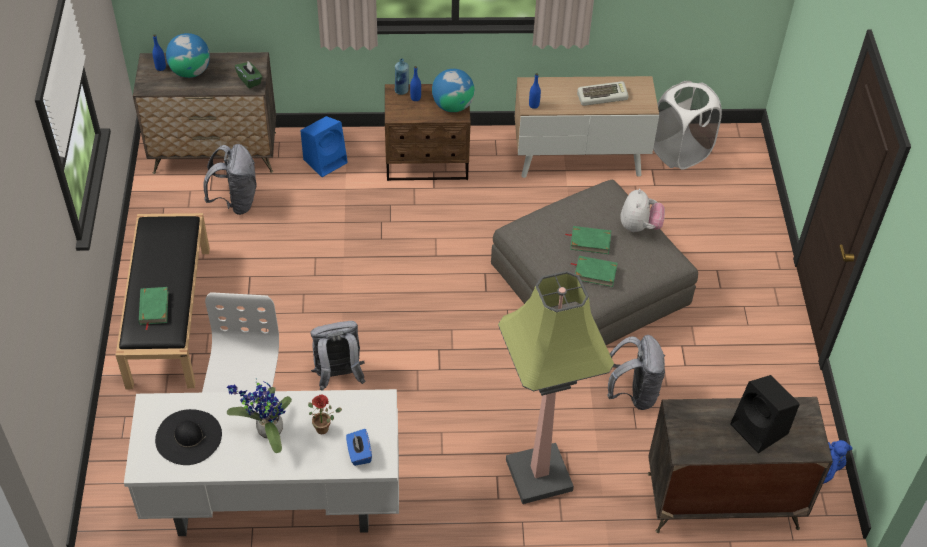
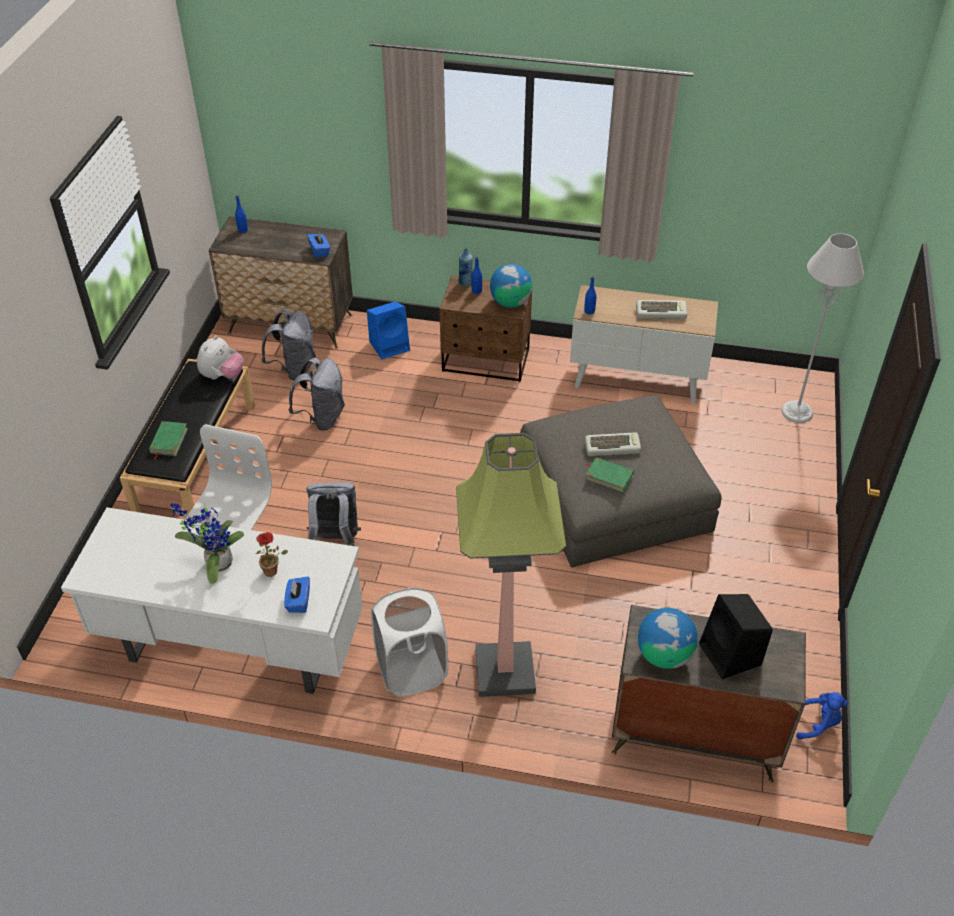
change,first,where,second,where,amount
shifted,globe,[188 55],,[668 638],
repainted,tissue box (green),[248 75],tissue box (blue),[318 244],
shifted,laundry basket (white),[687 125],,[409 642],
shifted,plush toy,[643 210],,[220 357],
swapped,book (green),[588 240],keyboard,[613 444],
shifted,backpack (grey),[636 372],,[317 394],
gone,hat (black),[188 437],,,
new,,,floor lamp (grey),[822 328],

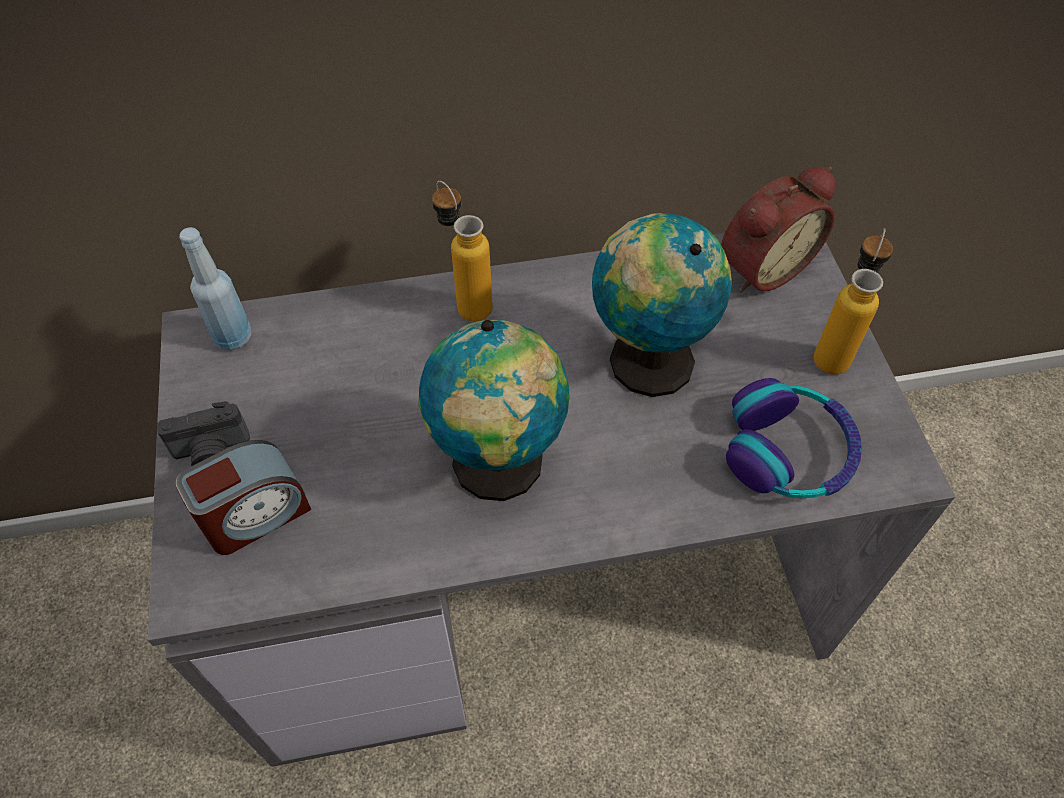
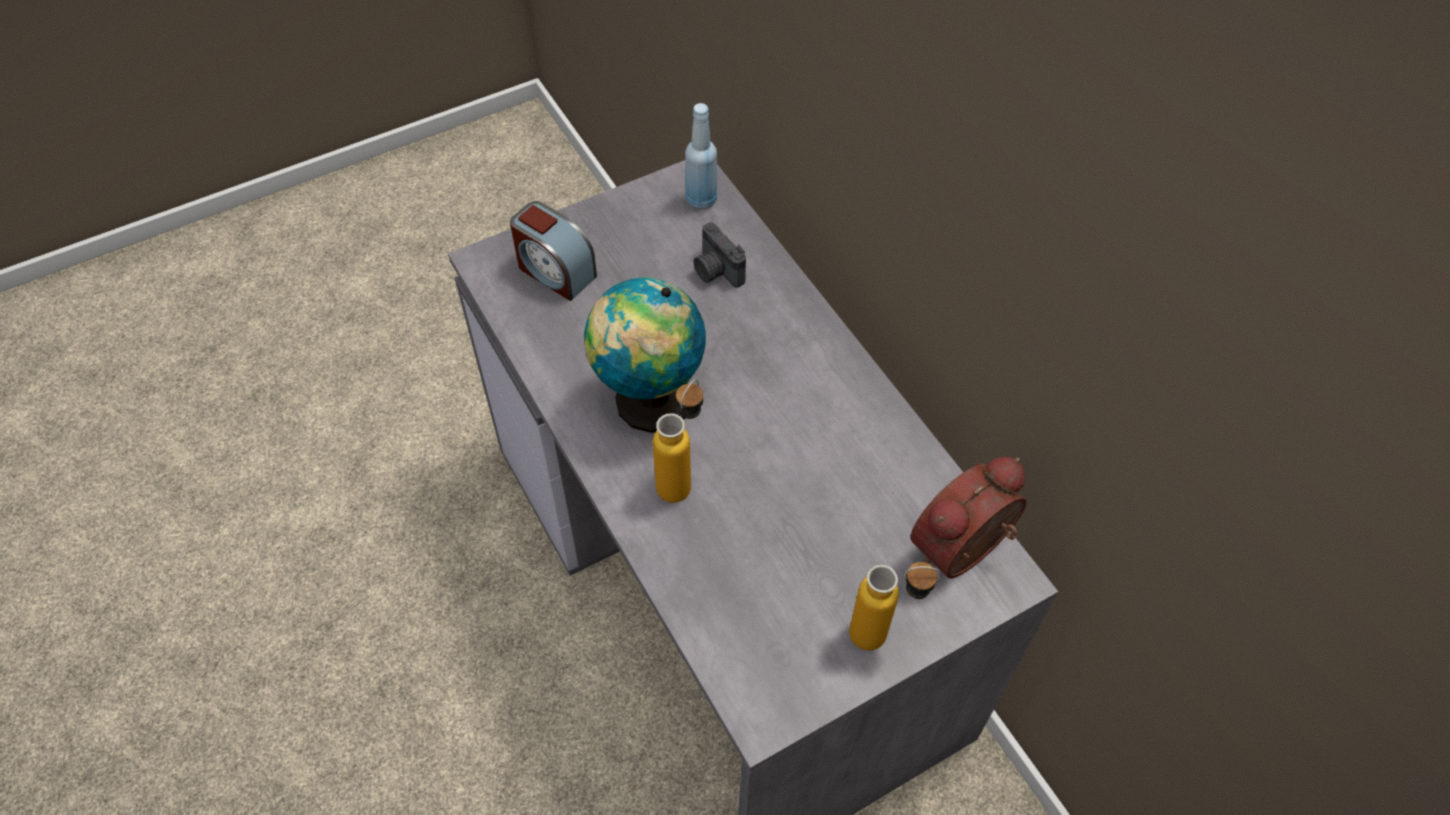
change,first,where,second,where,amount
rotated,alarm clock,[778 229],,[968 518],105 degrees clockwise
shifted,bottle,[462 251],,[678 441],
gone,globe,[662 305],,,
gone,headphones,[794 438],,,
shifted,photo camera,[203 433],,[719 254],

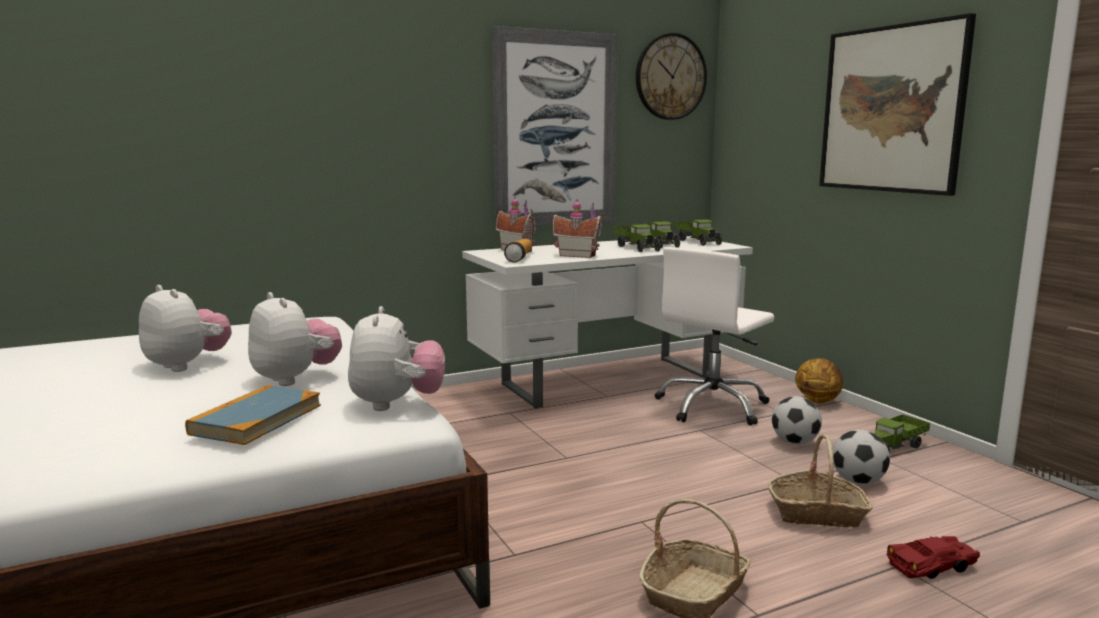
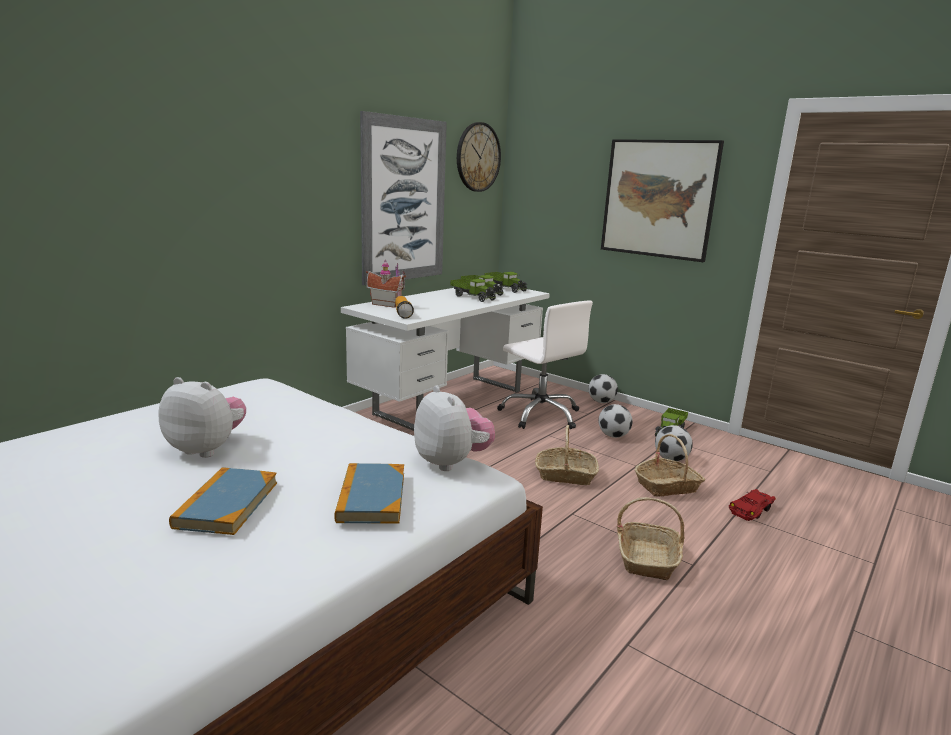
change,first,where,second,where,amount
gone,toy house,[577 228],,,
rotated,office chair (white),[714 336],,[545 364],60 degrees counterclockwise
gone,plush toy,[295 339],,,
swapped,basketball,[819 381],football,[603 388],
new,,,basket,[567 455],
new,,,book,[223 501],

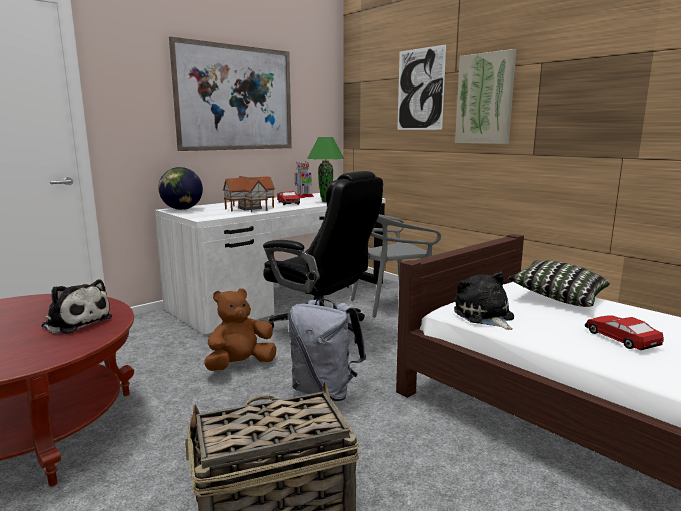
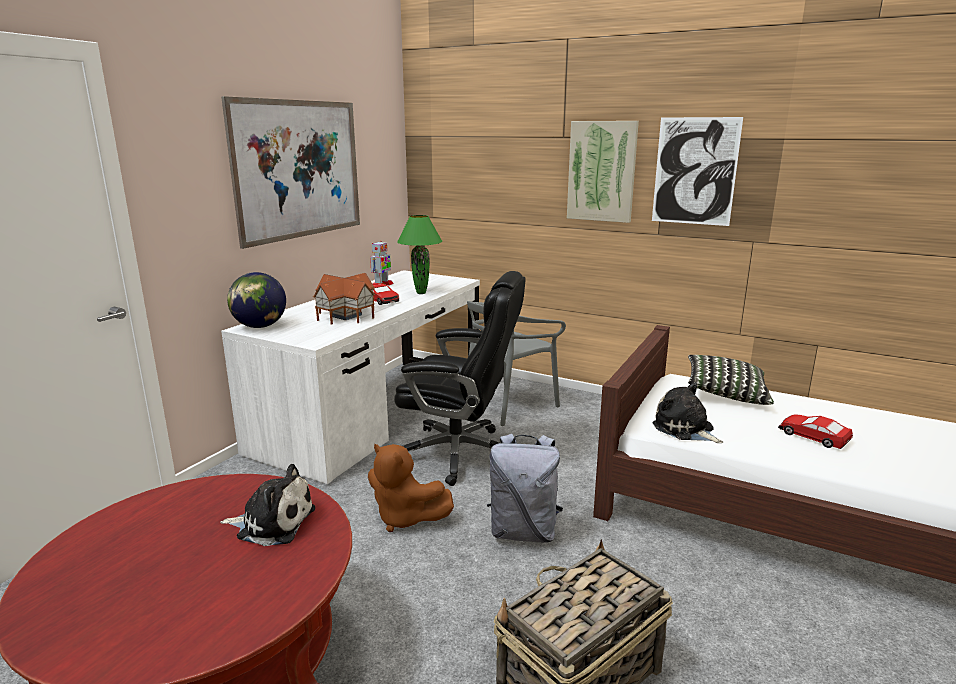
change,first,where,second,where,amount
shifted,picture,[421 87],,[697 171],
rotated,plush toy (brown),[240 329],,[411 488],90 degrees counterclockwise

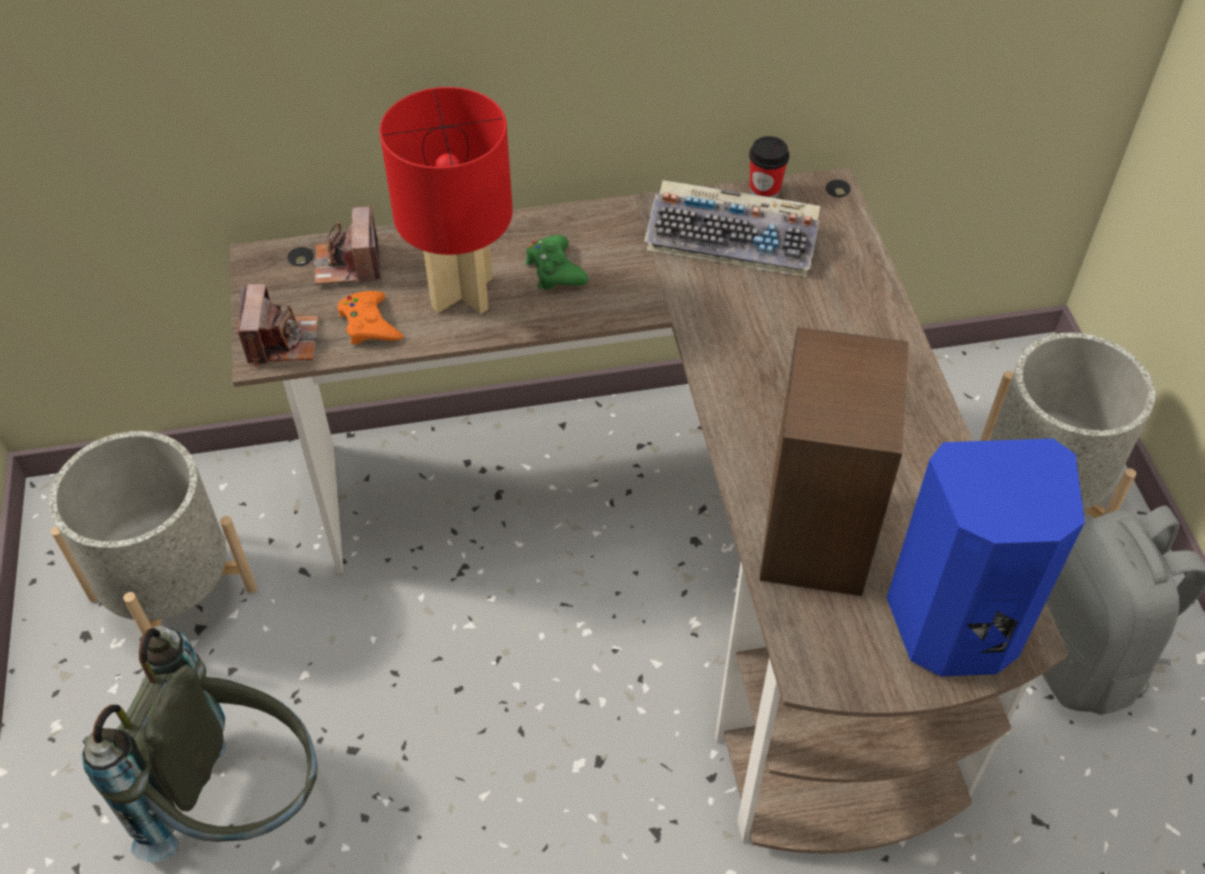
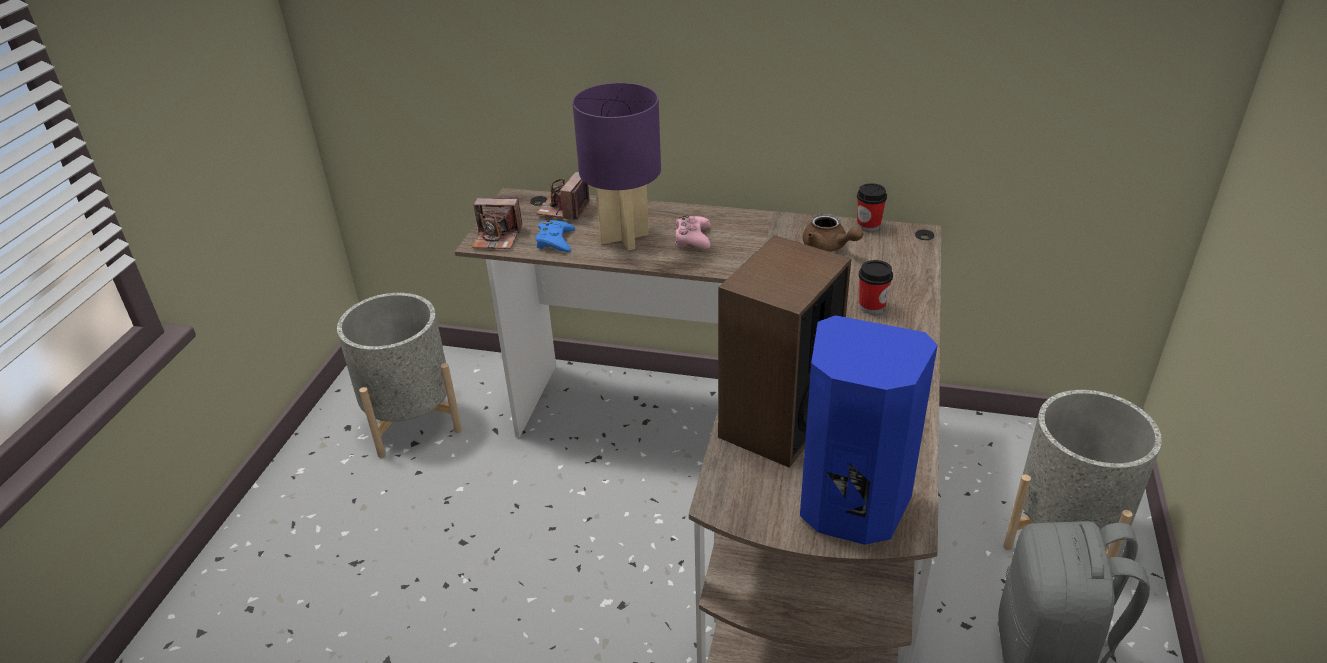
change,first,where,second,where,amount
repainted,table lamp (red),[446 200],table lamp (purple),[616 167],
swapped,keyboard,[732 228],teapot (brown),[833 233],
repainted,game controller (green),[556 262],game controller (pink),[692 232],
rotated,photo camera,[278 325],,[497 223],75 degrees clockwise
repainted,game controller (orange),[370 318],game controller (blue),[555 236],
gone,backpack (grey),[200 744],,,
new,,,cup,[876 287],

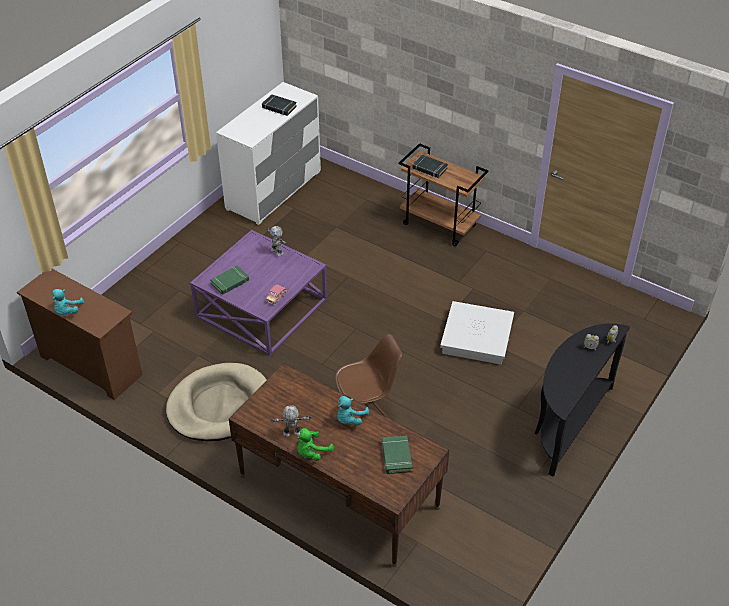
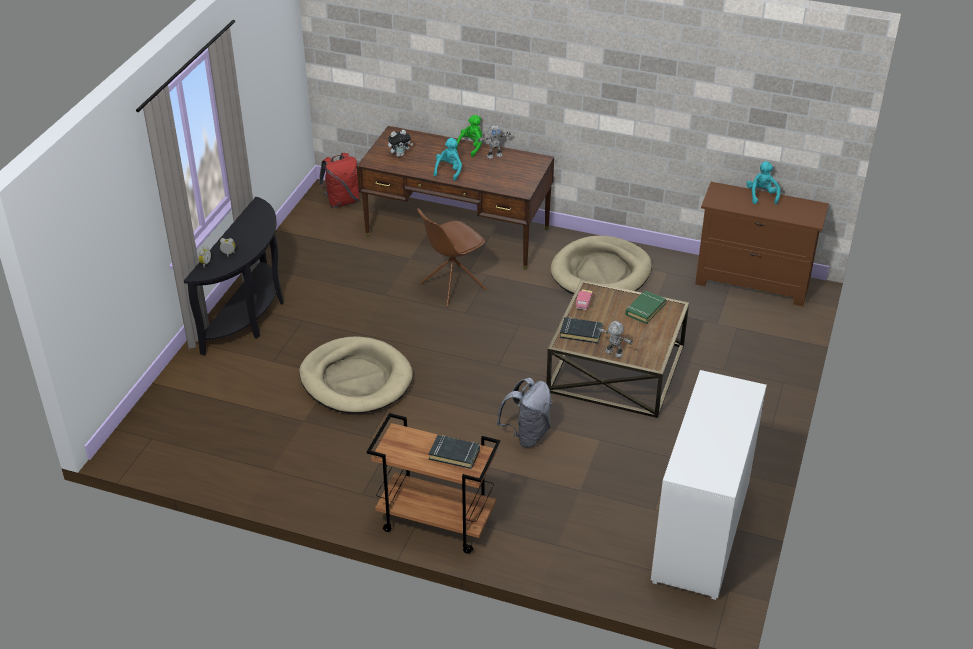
change,first,where,second,where,amount
shifted,book (black),[279 105],,[581 330],
repainted,coffee table (purple),[258 293],coffee table (brown),[617 349],
swapped,storage box (white),[477 332],dog bed (beige),[356 374],
swapped,book (green),[397 455],plush toy,[400 143],
new,,,backpack (red),[339 180],
new,,,backpack (grey),[524 412],

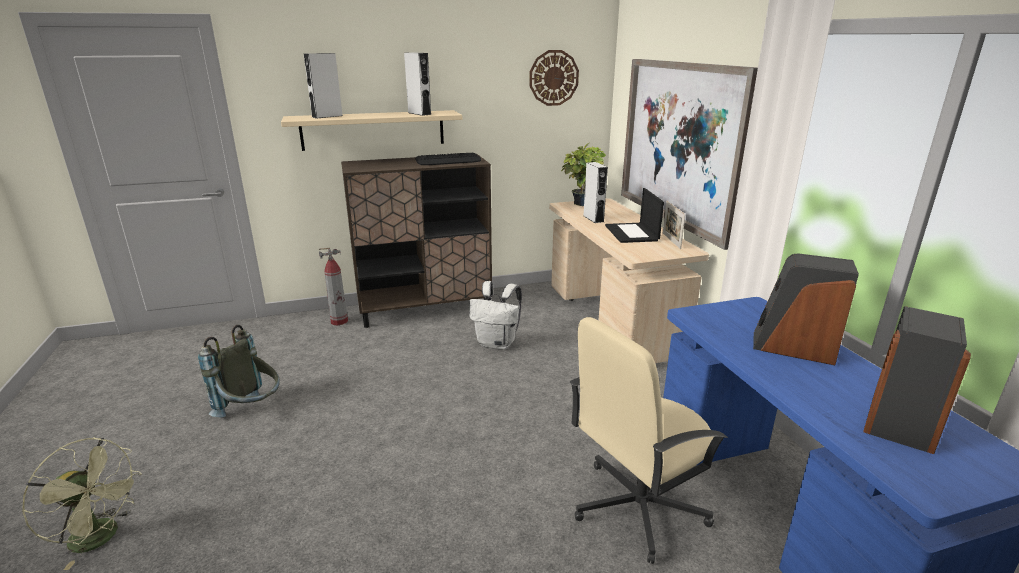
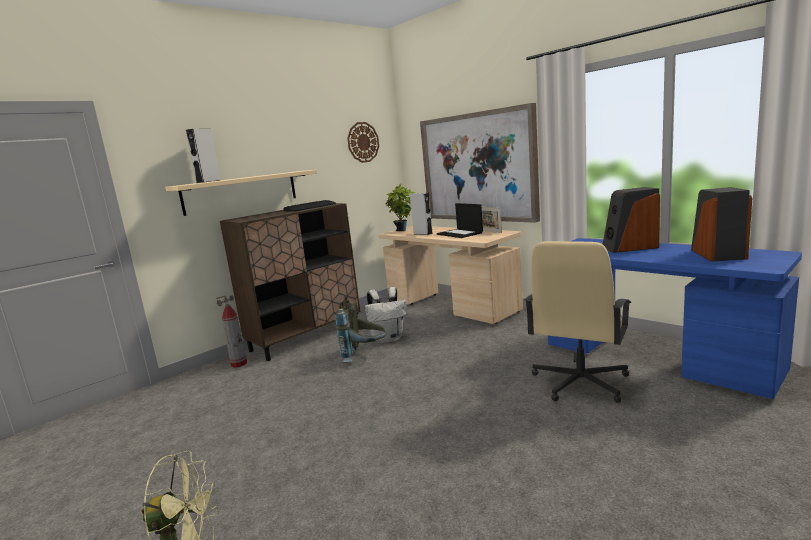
change,first,where,second,where,amount
gone,speaker (grey),[417 84],,,
shifted,backpack (grey),[239 371],,[361 329],

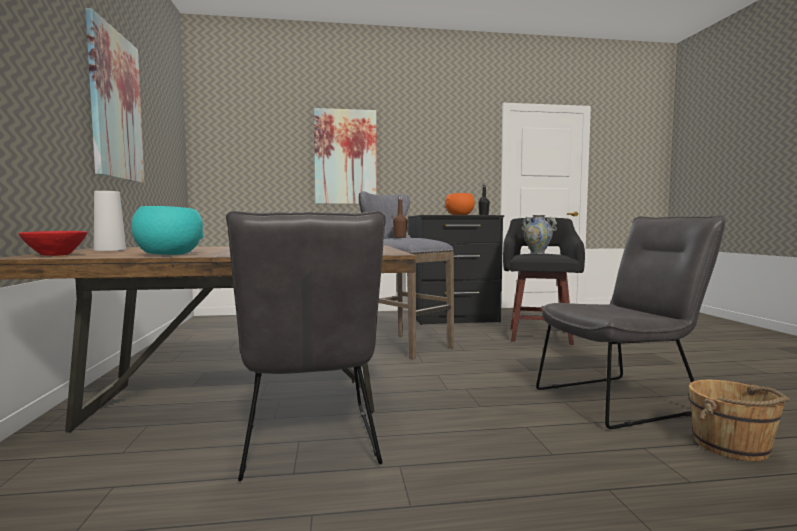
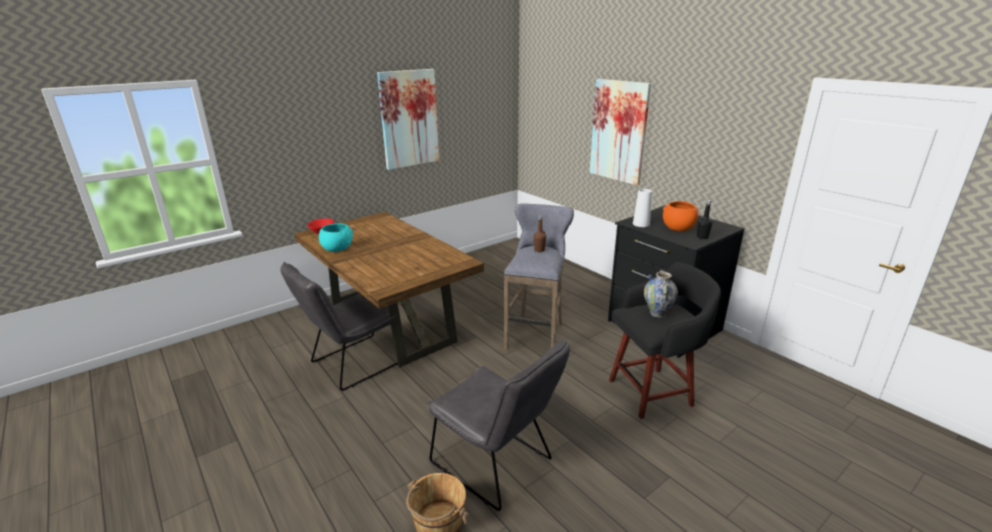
change,first,where,second,where,amount
shifted,vase (white),[110 221],,[642 208],

